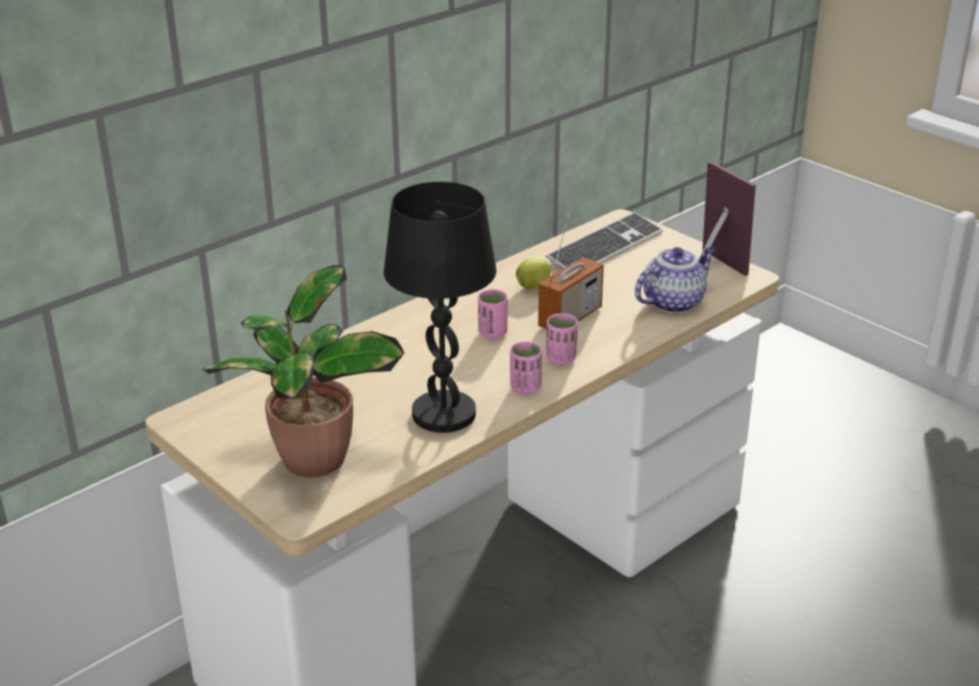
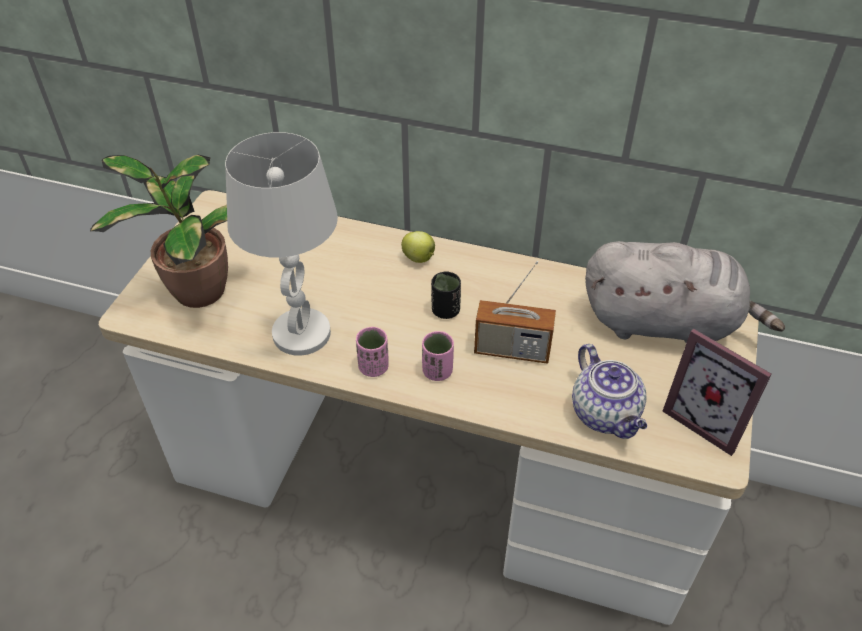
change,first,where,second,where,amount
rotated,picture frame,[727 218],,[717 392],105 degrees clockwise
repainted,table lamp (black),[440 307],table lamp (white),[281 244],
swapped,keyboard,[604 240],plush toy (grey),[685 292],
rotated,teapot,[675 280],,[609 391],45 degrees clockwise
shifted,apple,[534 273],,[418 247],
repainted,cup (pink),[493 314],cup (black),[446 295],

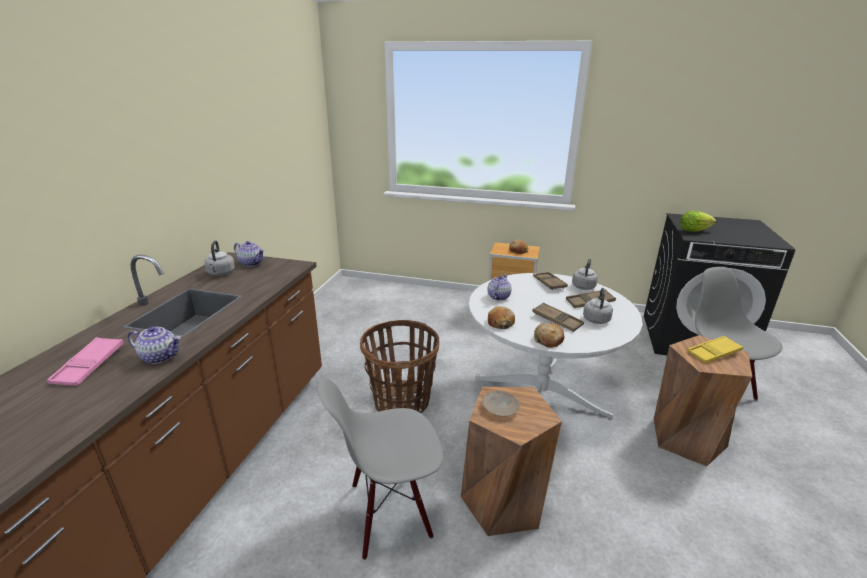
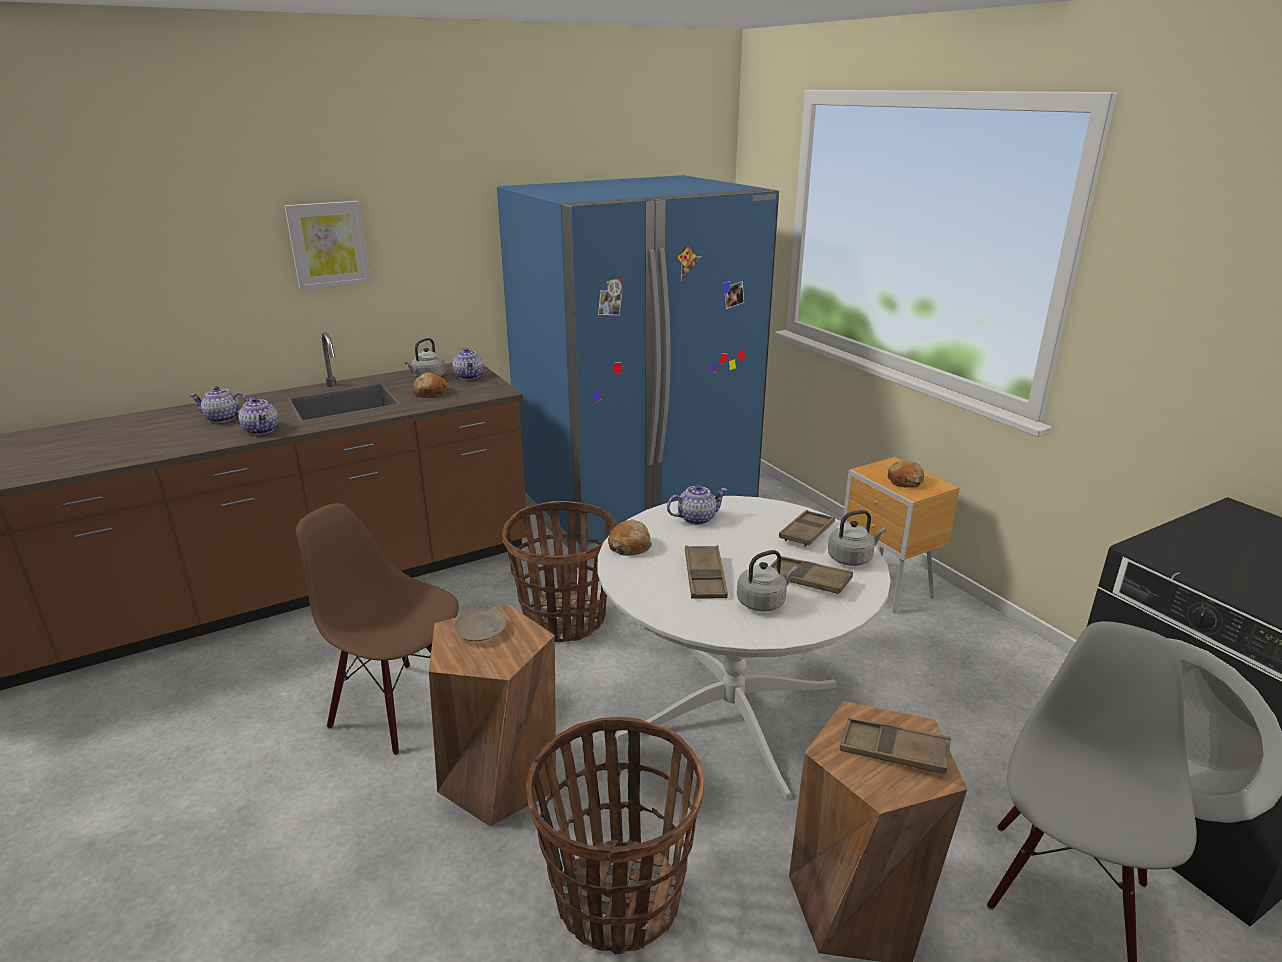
change,first,where,second,where,amount
gone,lettuce,[698 221],,,
shifted,bread,[549 335],,[431 385],
repainted,tray (yellow),[715 349],tray (brown),[895 745],
swapped,tray (pink),[85 361],teapot,[218 404],
repainted,chair (grey),[380 469],chair (brown),[377 629],
new,,,fridge (blue),[638 364],
new,,,picture,[327 245],
new,,,basket,[615 836],

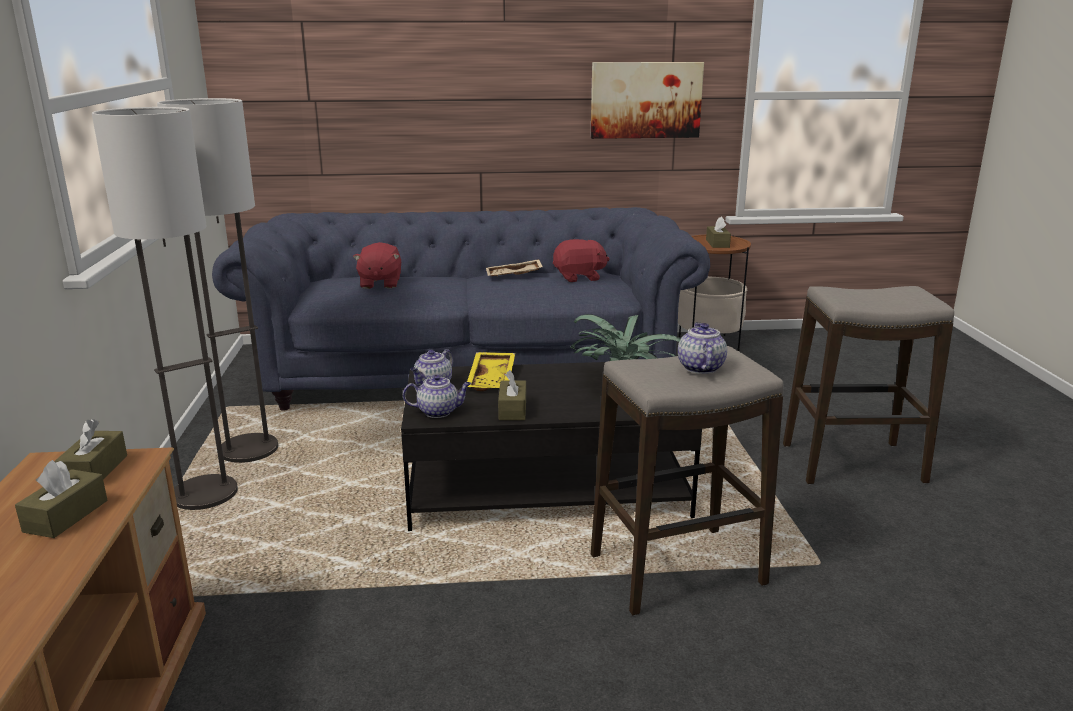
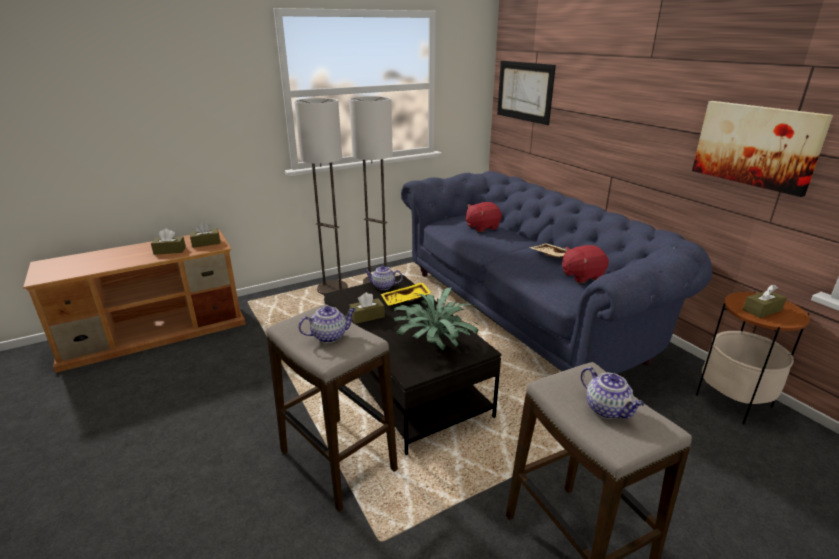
change,first,where,second,where,amount
rotated,plush toy (red),[581 260],,[585 264],105 degrees clockwise
shifted,teapot,[437 396],,[613 393],
new,,,picture,[526 93],

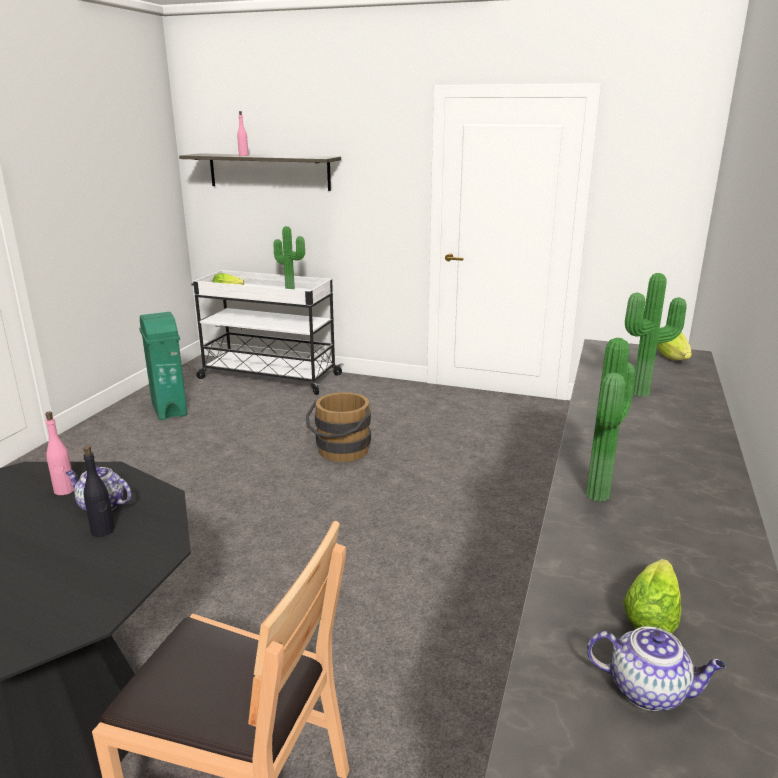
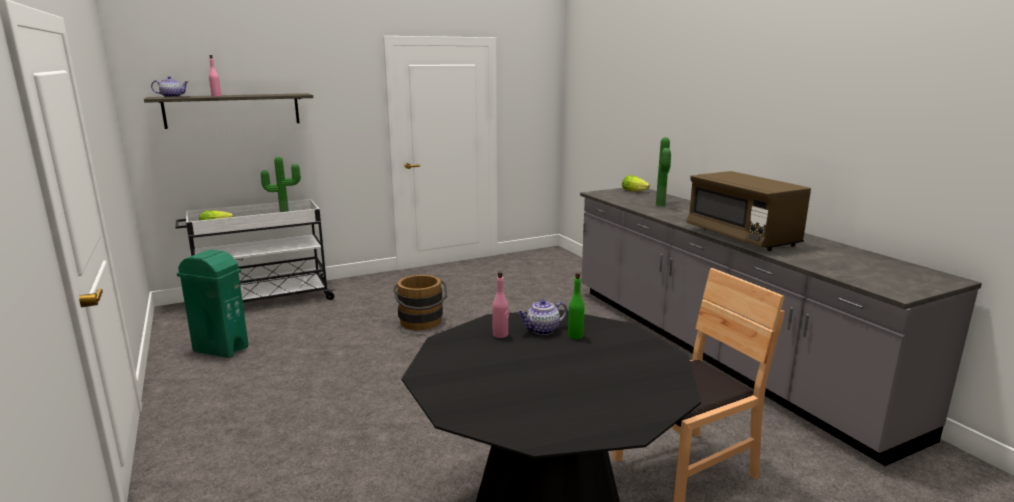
change,first,where,second,where,amount
swapped,potted plant,[610 420],microwave (brown),[748 211],
repainted,bottle (black),[99 491],bottle (green),[576 305],
gone,lettuce,[652 596],,,
shifted,teapot,[656 668],,[169 86],

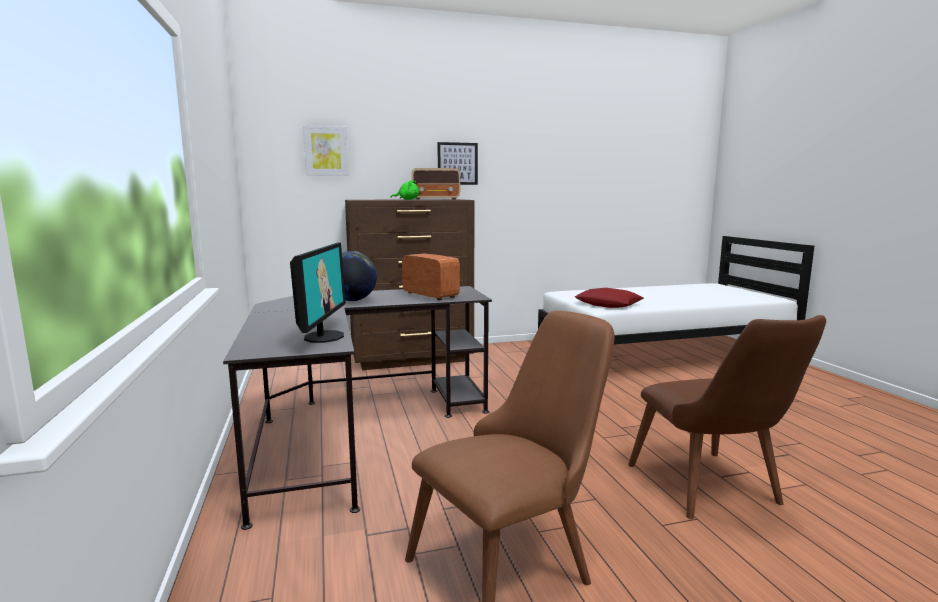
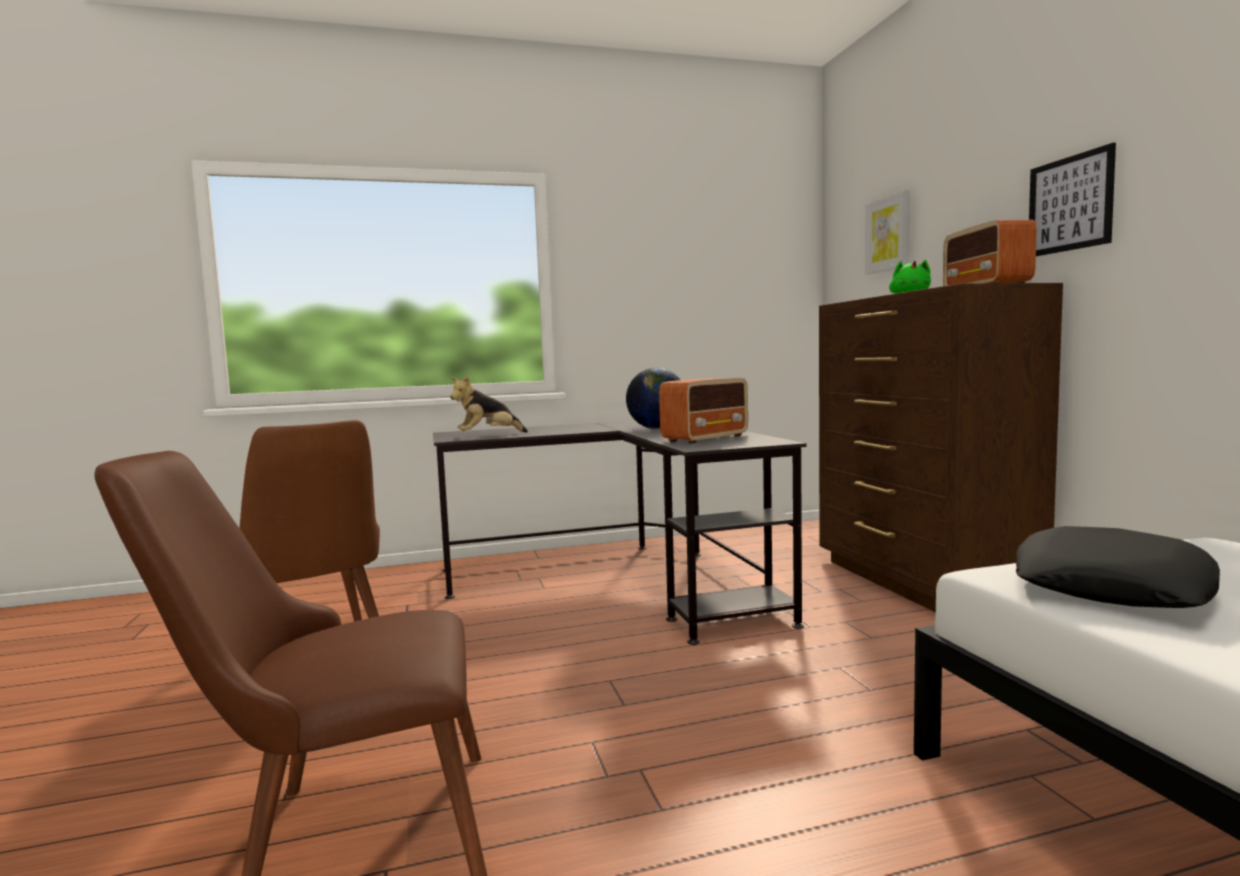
change,first,where,second,where,amount
swapped,monitor,[318 292],plush toy,[489 404],
repainted,pillow (red),[609 298],pillow (black),[1118 567],

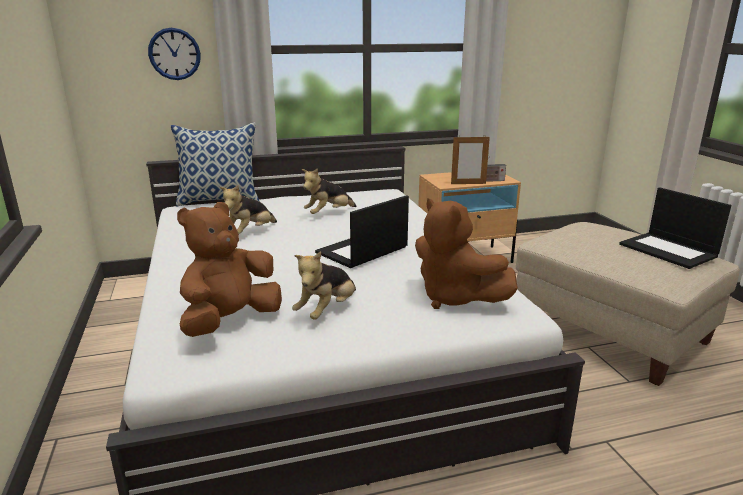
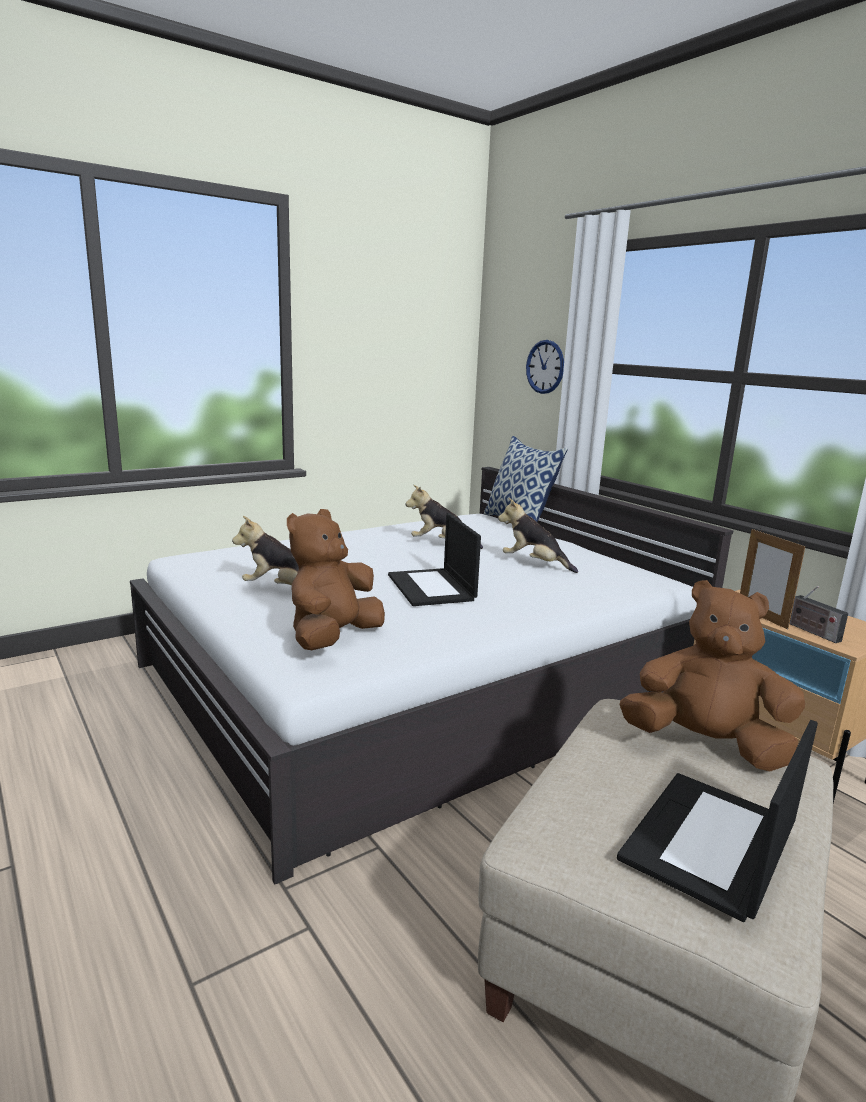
change,first,where,second,where,amount
rotated,laptop,[362 231],,[434 559],135 degrees counterclockwise
shifted,plush toy (brown),[229 269],,[712 675],

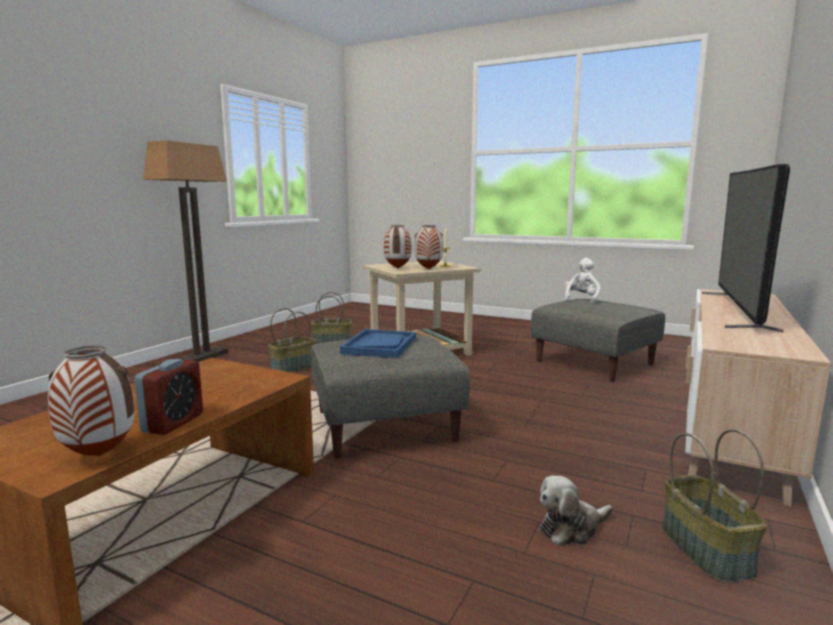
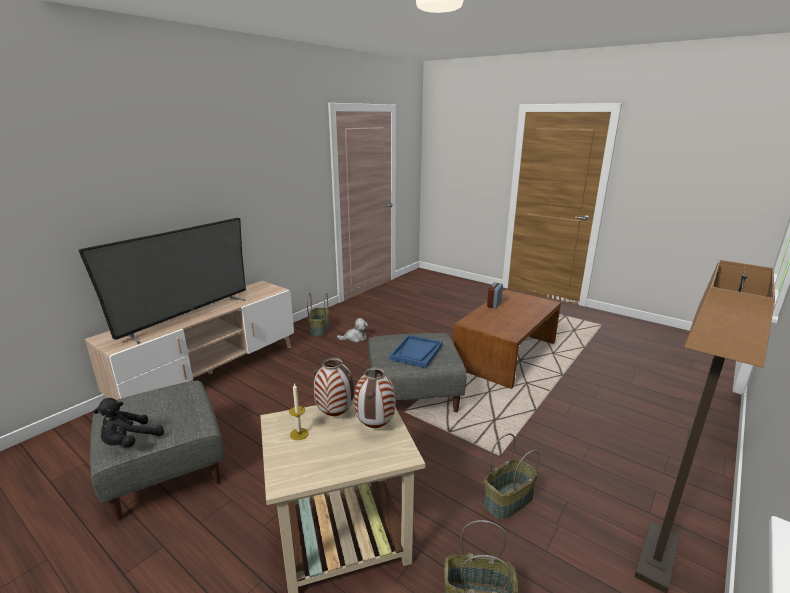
change,first,where,second,where,amount
repainted,plush toy (white),[582 281],plush toy (black),[128 423],
gone,vase,[91 401],,,

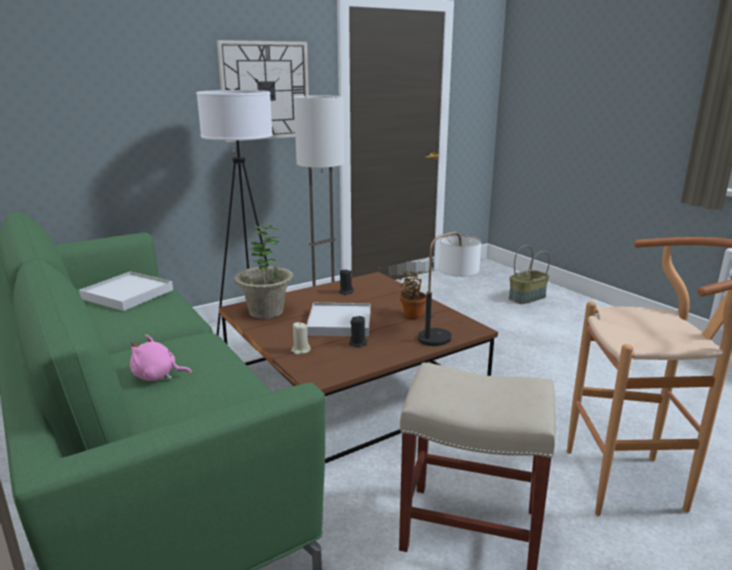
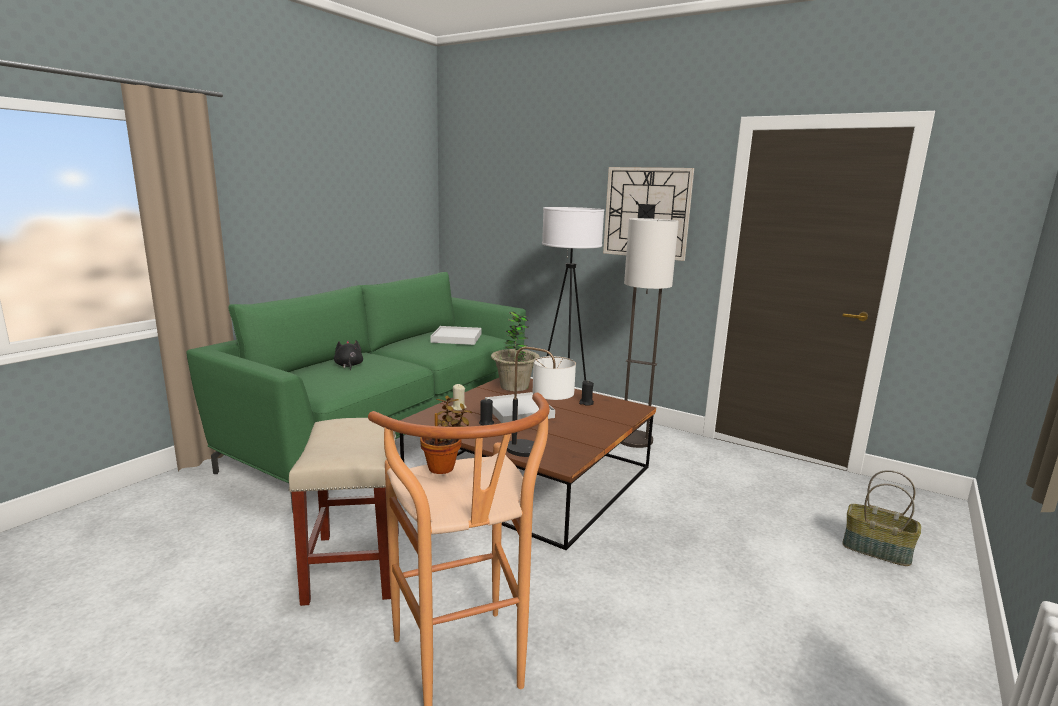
change,first,where,second,where,amount
shifted,potted plant,[412 294],,[446 434],
repainted,plush toy (pink),[161 357],plush toy (black),[348 355],

